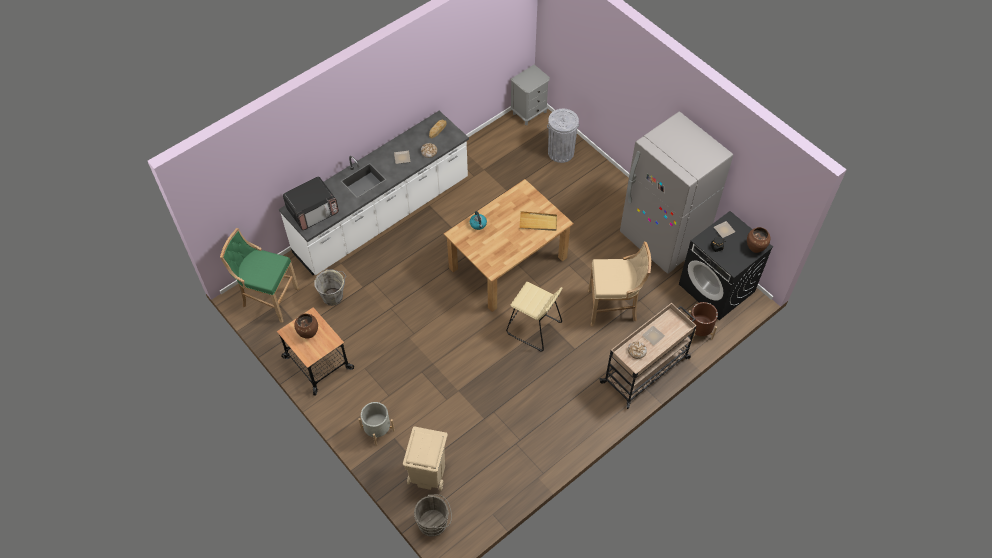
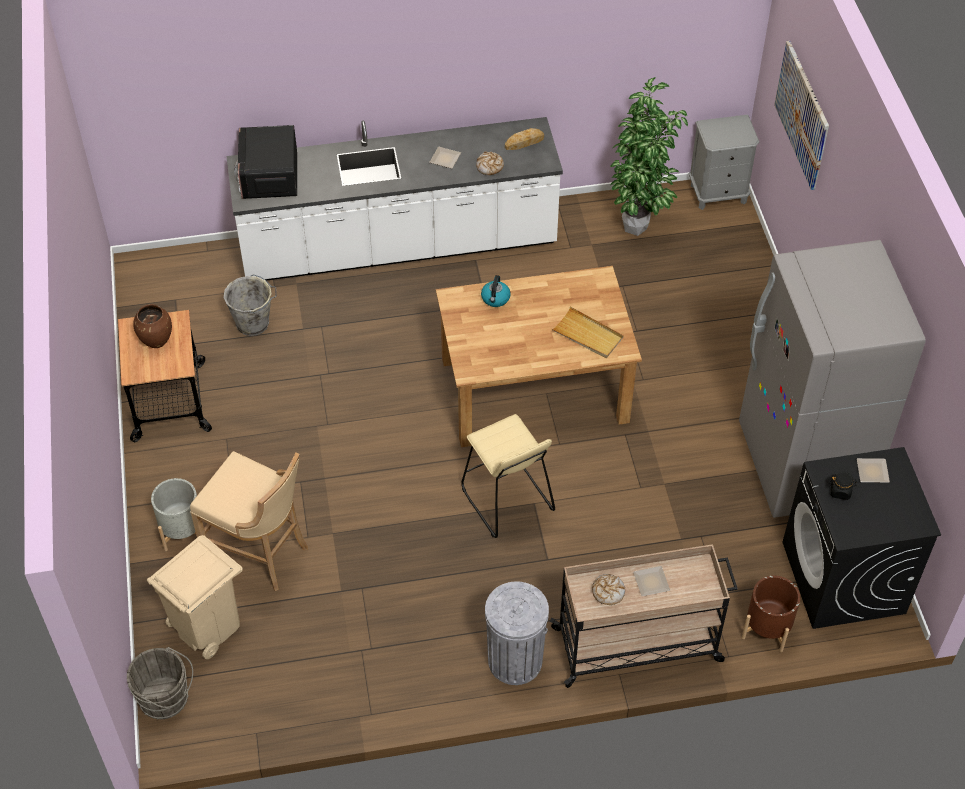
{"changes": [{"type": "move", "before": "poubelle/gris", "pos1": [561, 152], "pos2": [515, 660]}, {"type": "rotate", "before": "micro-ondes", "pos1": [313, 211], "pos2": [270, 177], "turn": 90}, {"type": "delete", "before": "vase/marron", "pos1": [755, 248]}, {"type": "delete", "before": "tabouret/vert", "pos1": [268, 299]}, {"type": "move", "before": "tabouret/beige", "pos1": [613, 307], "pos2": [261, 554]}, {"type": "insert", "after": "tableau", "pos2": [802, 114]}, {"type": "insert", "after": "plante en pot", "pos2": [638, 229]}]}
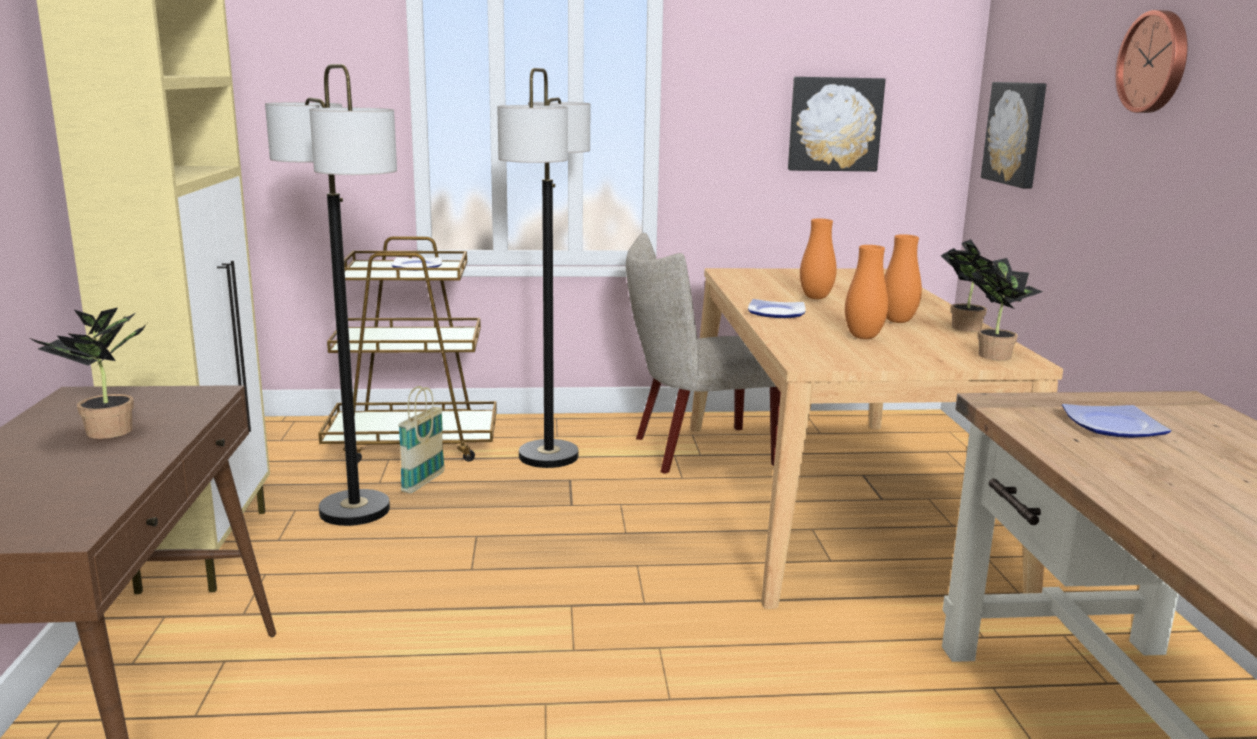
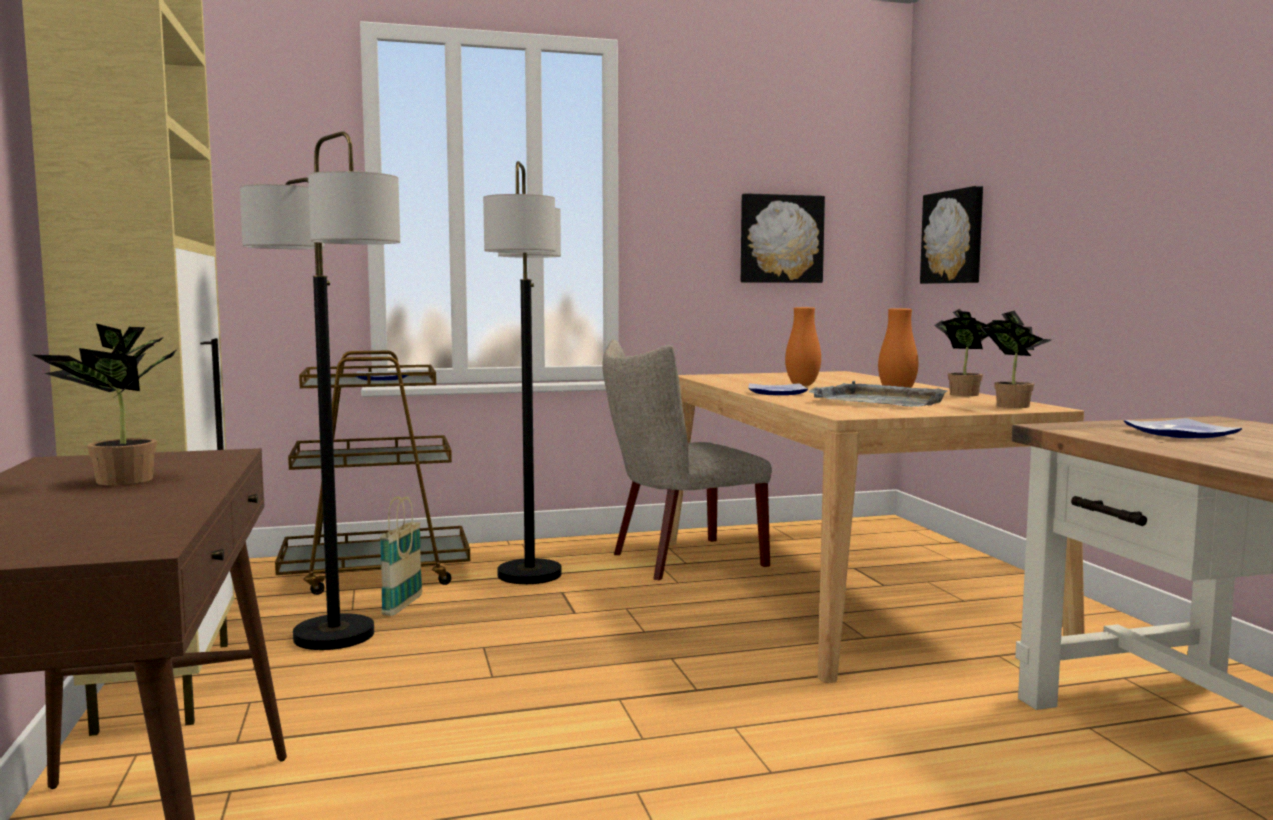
{"changes": [{"type": "delete", "before": "horloge murale", "pos1": [1155, 62]}, {"type": "replace", "before": "vase/orange", "after": "plateau/gris", "pos1": [863, 337], "pos2": [878, 401]}]}
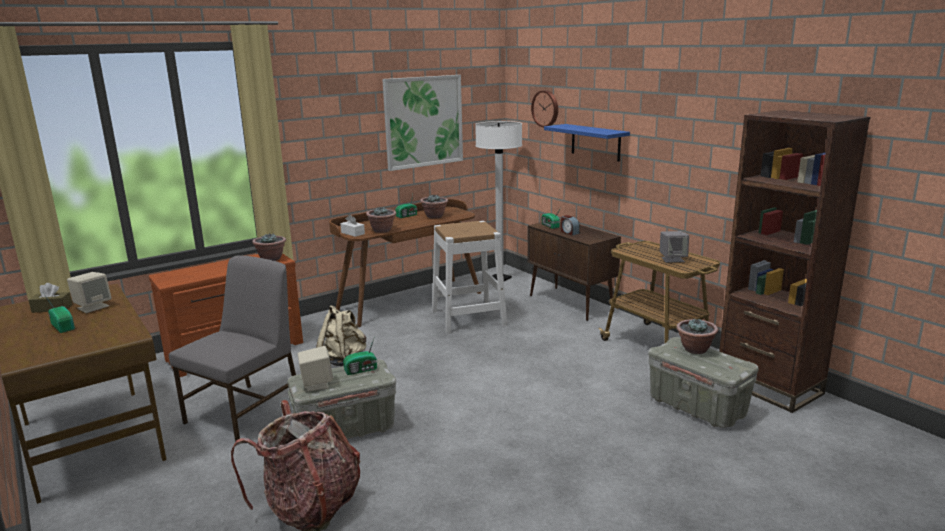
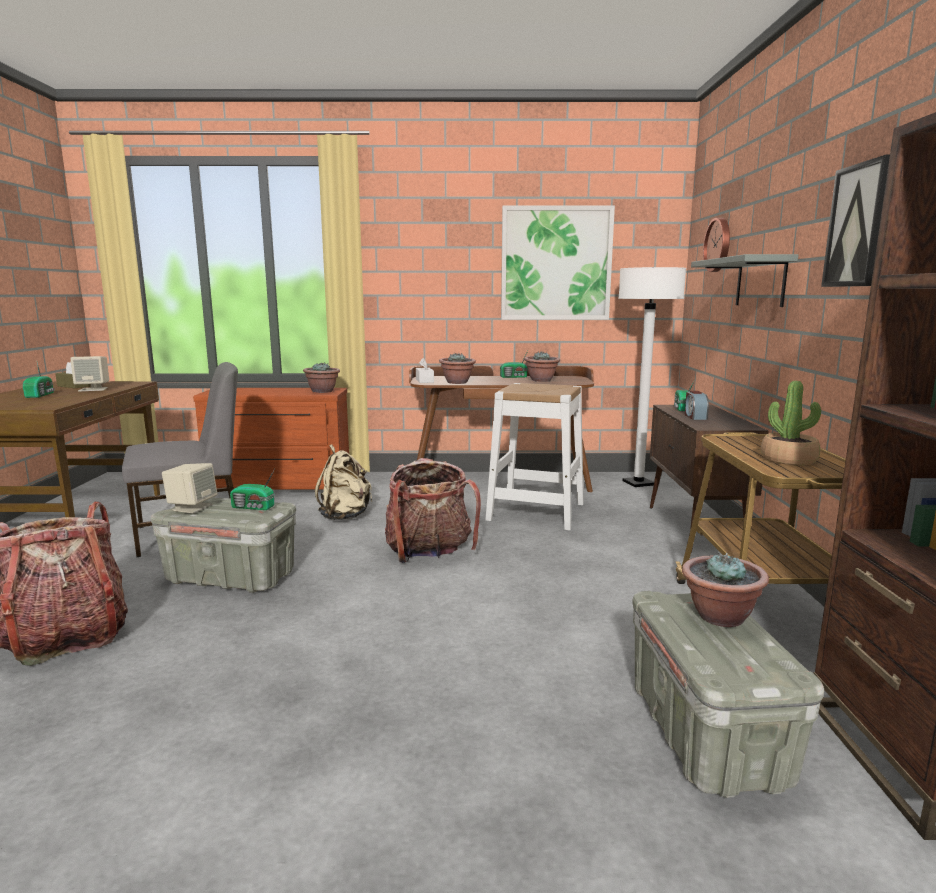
{"changes": [{"type": "recolor", "before": "étagère/bleu", "after": "étagère/gris", "pos1": [595, 142], "pos2": [760, 282]}, {"type": "replace", "before": "enceinte/gris", "after": "plante en pot", "pos1": [672, 259], "pos2": [788, 459]}, {"type": "insert", "after": "tableau", "pos2": [857, 226]}, {"type": "insert", "after": "sac à dos", "pos2": [429, 553]}]}
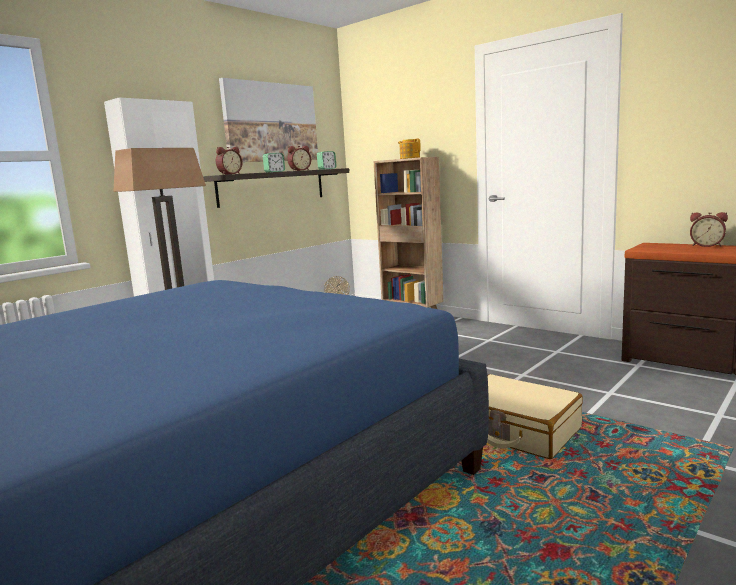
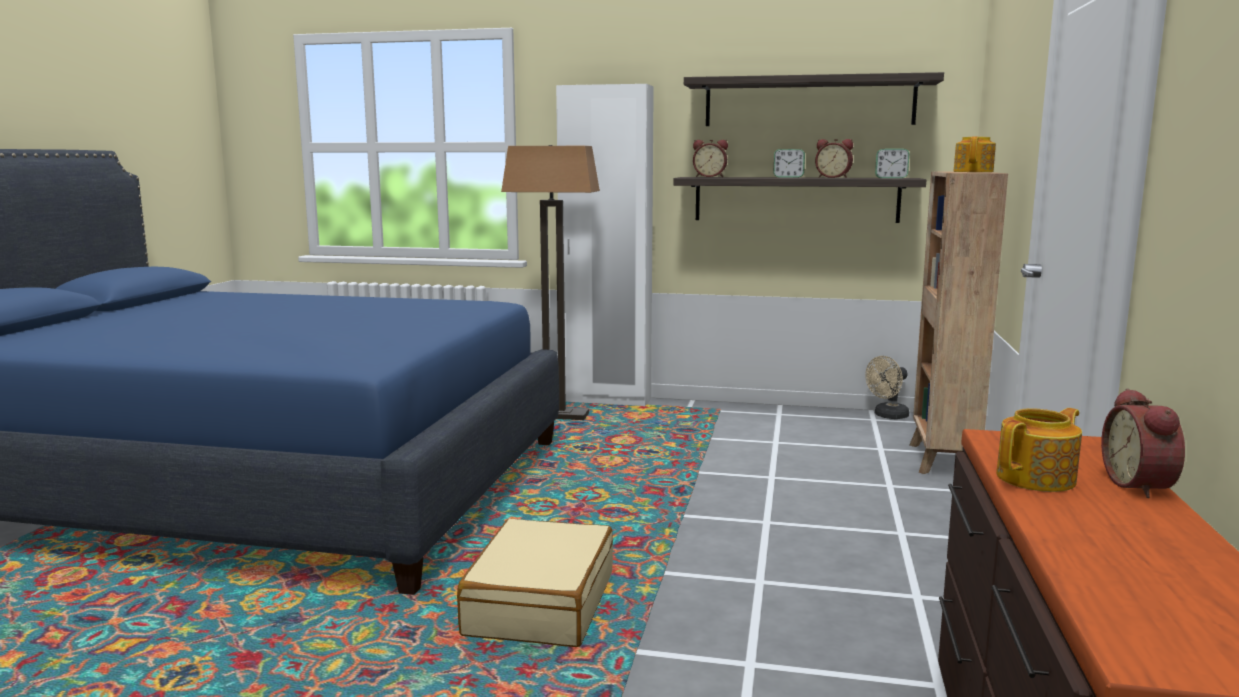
{"changes": [{"type": "replace", "before": "tableau", "after": "étagère", "pos1": [270, 122], "pos2": [809, 102]}, {"type": "insert", "after": "théière", "pos2": [1037, 478]}]}
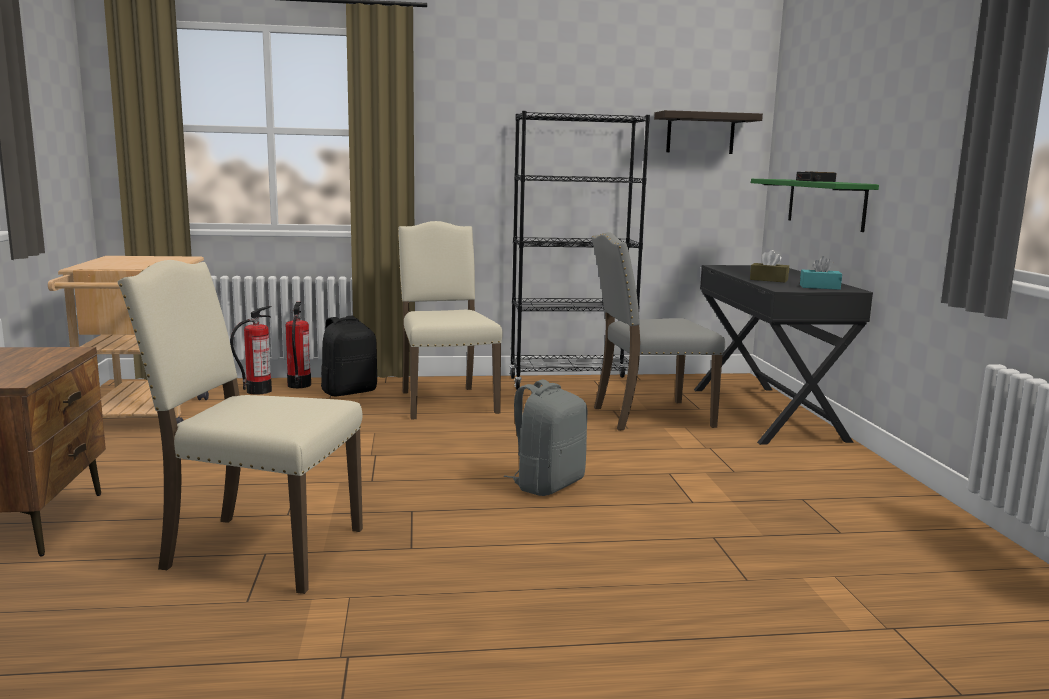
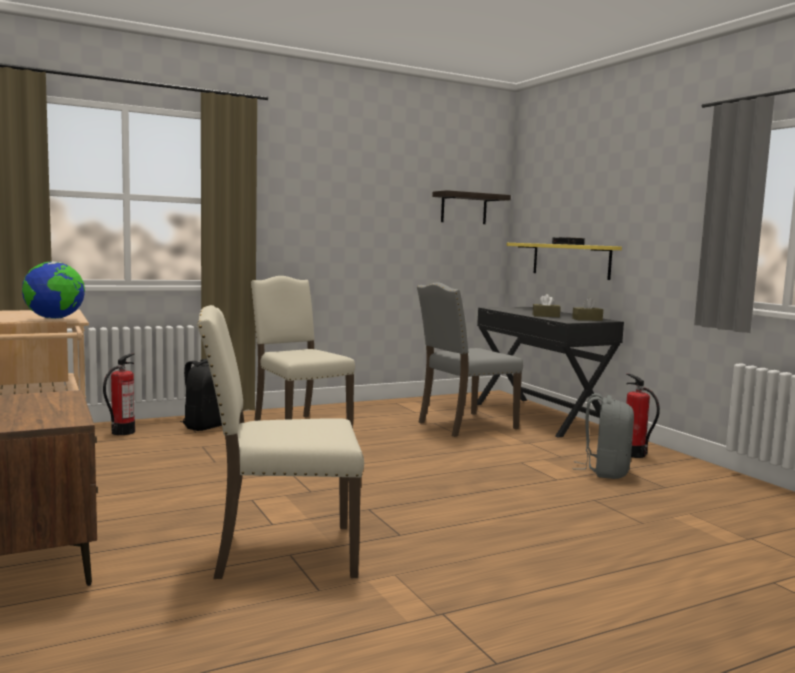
{"changes": [{"type": "delete", "before": "bibliothèque/noir", "pos1": [571, 383]}, {"type": "recolor", "before": "étagère/vert", "after": "étagère/jaune", "pos1": [825, 203], "pos2": [570, 260]}, {"type": "recolor", "before": "boîte à mouchoirs/turquoise", "after": "boîte à mouchoirs/marron", "pos1": [819, 287], "pos2": [587, 319]}, {"type": "move", "before": "extincteur", "pos1": [299, 385], "pos2": [633, 454]}, {"type": "move", "before": "sac à dos/gris", "pos1": [547, 484], "pos2": [605, 471]}, {"type": "insert", "after": "globe", "pos2": [54, 319]}]}
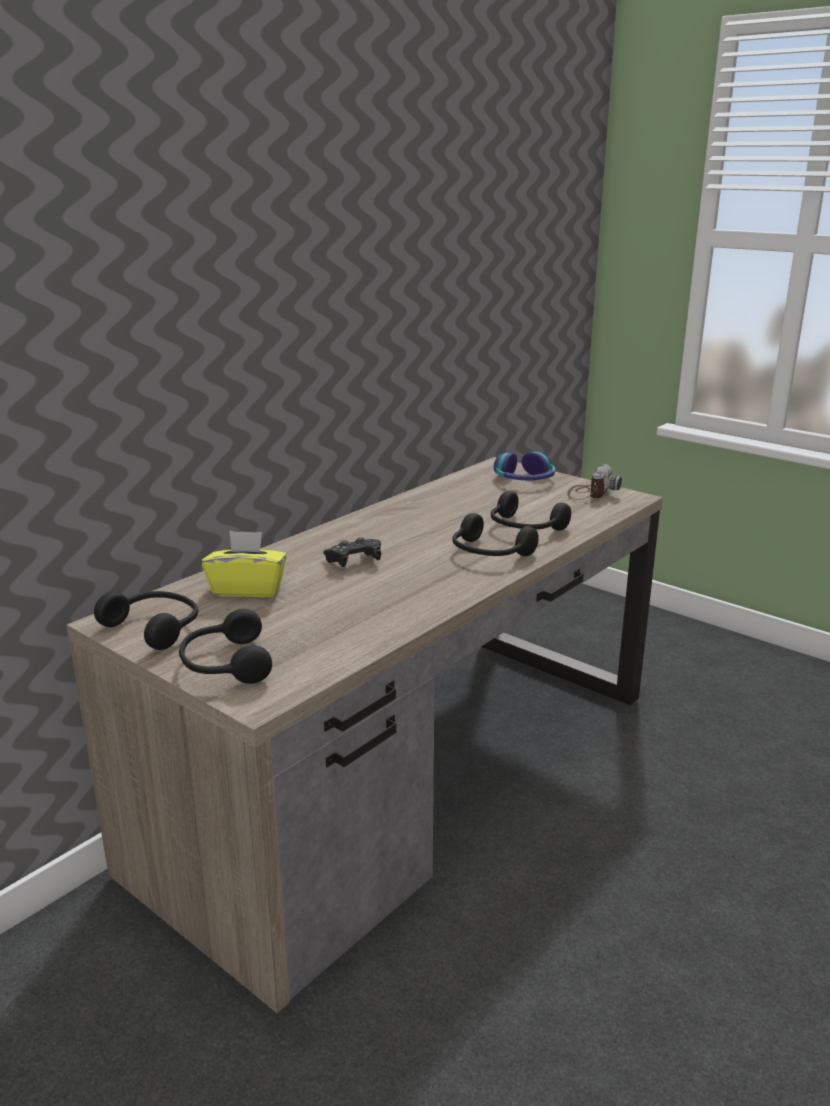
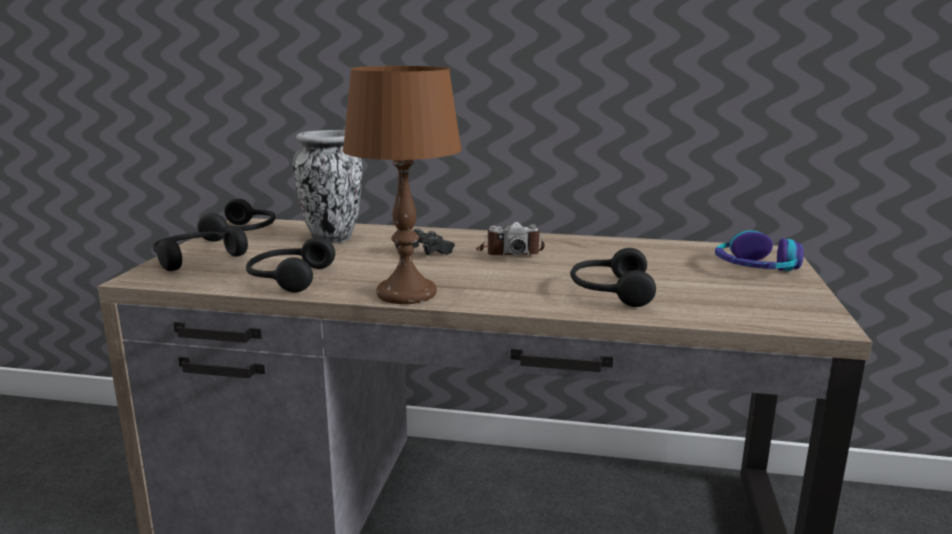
{"changes": [{"type": "move", "before": "appareil photo", "pos1": [590, 493], "pos2": [509, 252]}, {"type": "move", "before": "casque audio/noir", "pos1": [488, 553], "pos2": [288, 278]}, {"type": "replace", "before": "boîte à mouchoirs/jaune", "after": "vase", "pos1": [248, 589], "pos2": [331, 238]}, {"type": "insert", "after": "lampe de table/marron", "pos2": [406, 293]}]}
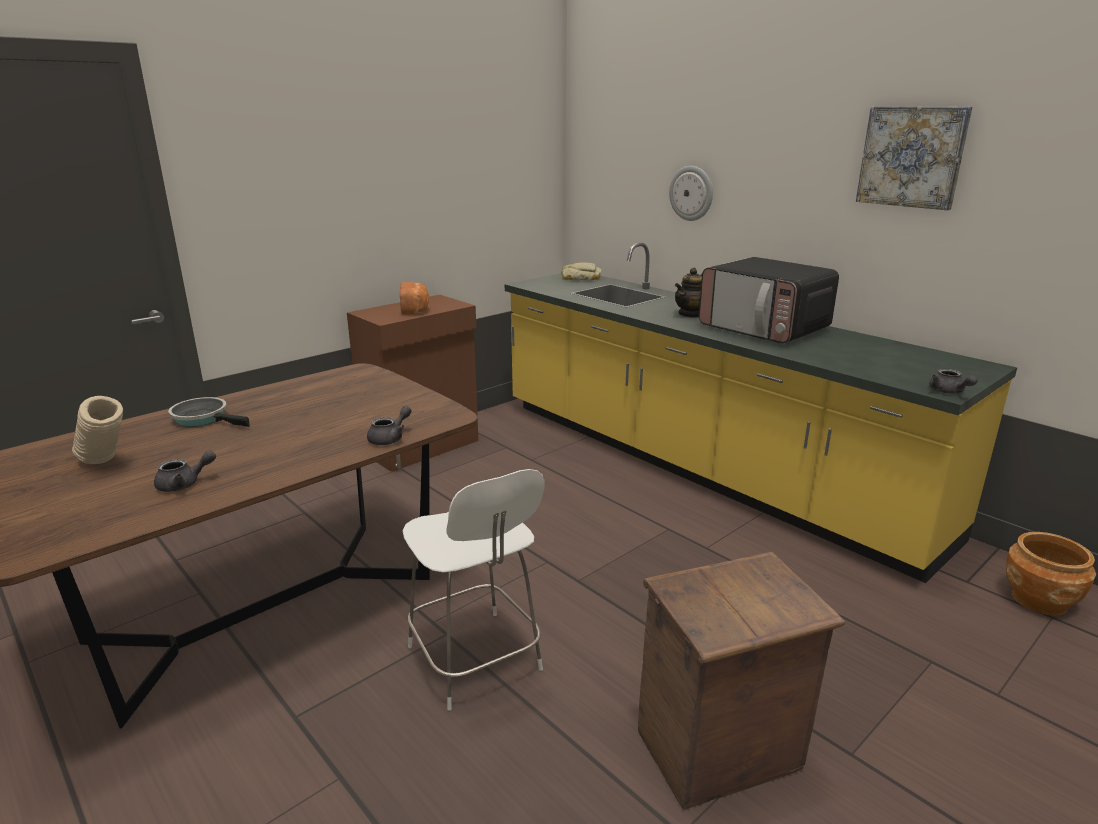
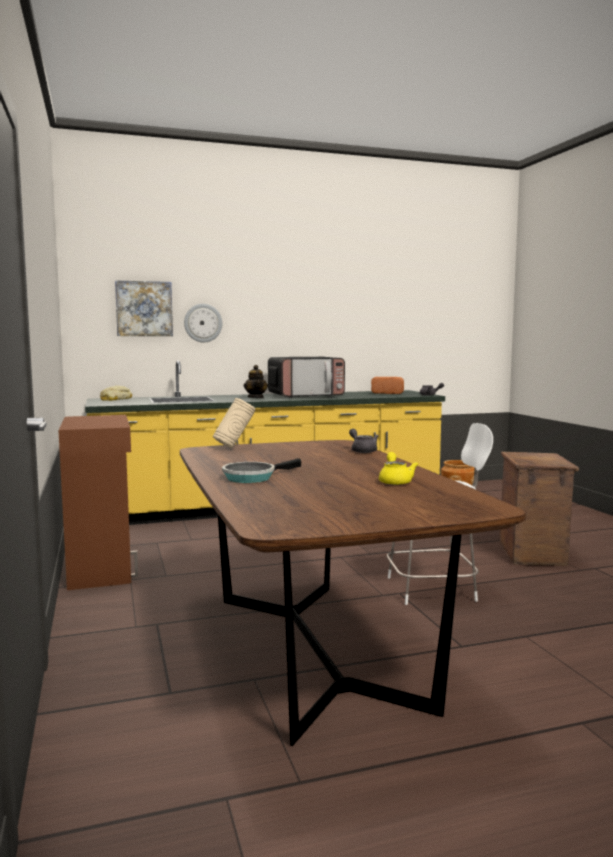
{"changes": [{"type": "move", "before": "tableau", "pos1": [912, 157], "pos2": [144, 309]}, {"type": "move", "before": "pain", "pos1": [415, 309], "pos2": [388, 393]}, {"type": "move", "before": "vase/beige", "pos1": [106, 464], "pos2": [234, 447]}, {"type": "recolor", "before": "théière/gris", "after": "théière/jaune", "pos1": [184, 484], "pos2": [395, 481]}]}
